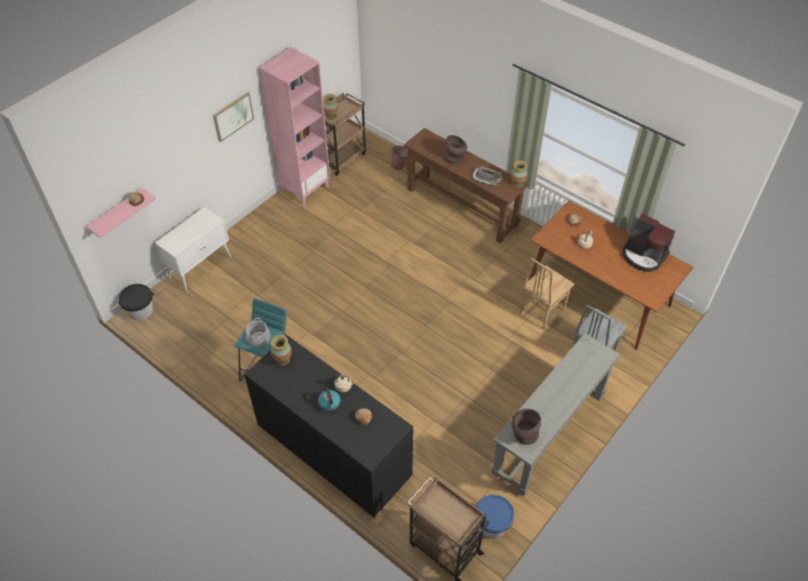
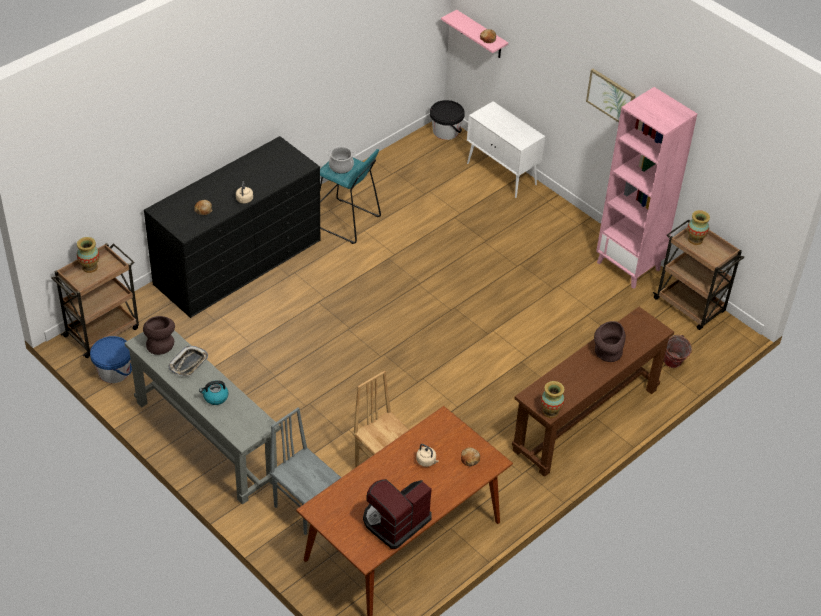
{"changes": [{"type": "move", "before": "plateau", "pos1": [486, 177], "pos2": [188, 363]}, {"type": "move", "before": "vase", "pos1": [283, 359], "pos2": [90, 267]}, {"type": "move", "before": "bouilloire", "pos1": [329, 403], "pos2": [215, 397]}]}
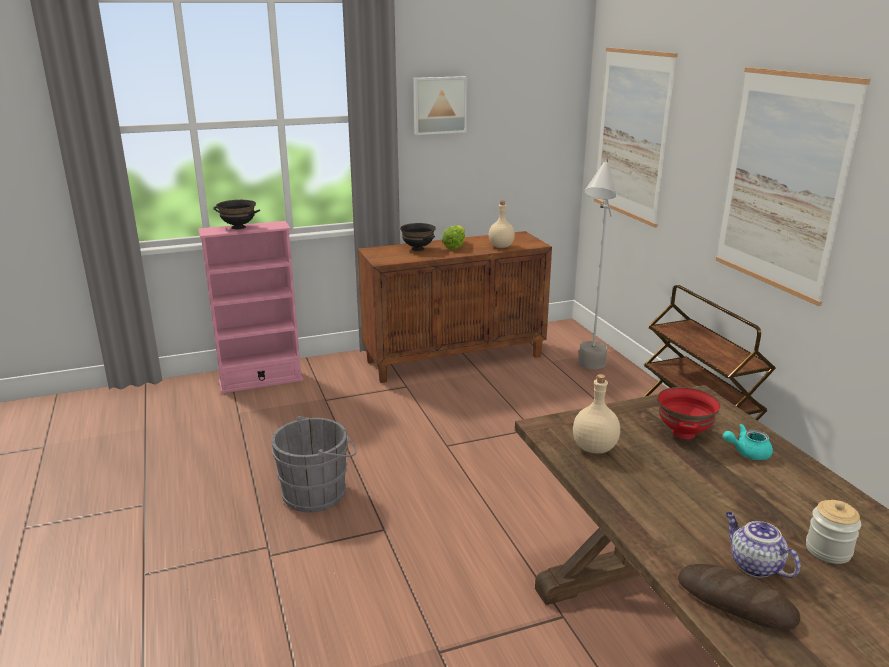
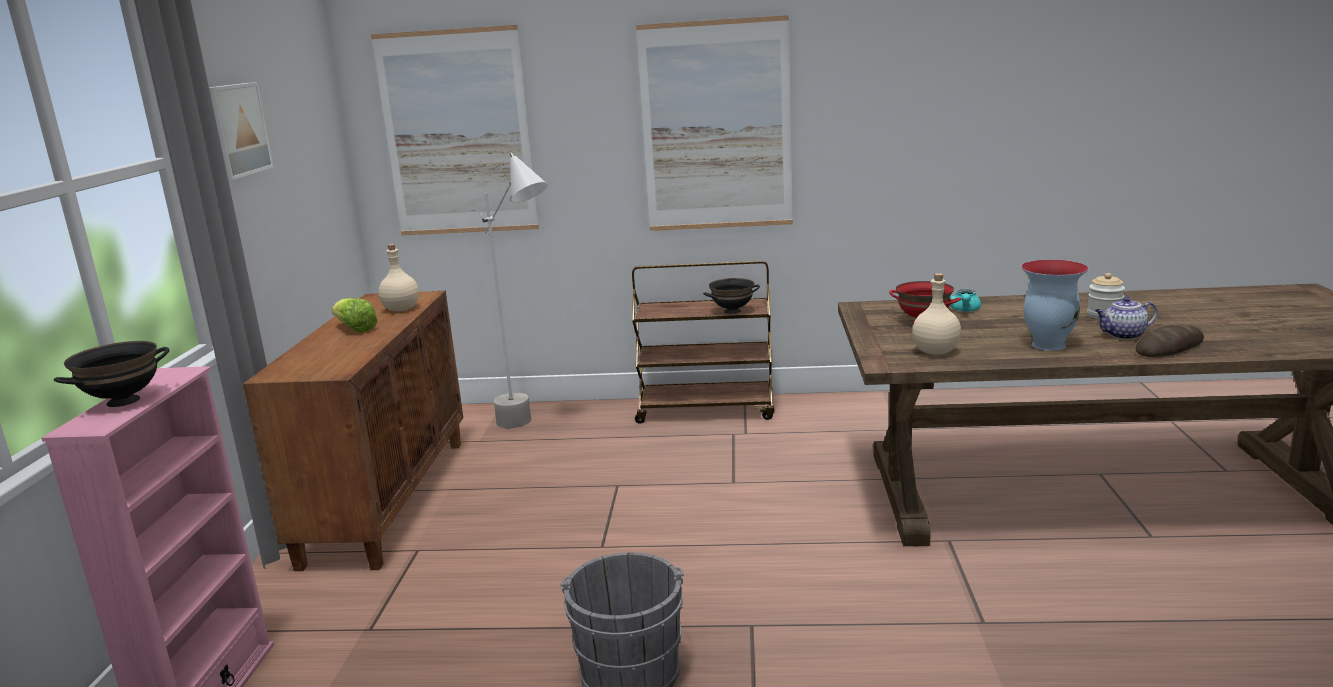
{"changes": [{"type": "move", "before": "bol/noir", "pos1": [418, 249], "pos2": [732, 311]}, {"type": "insert", "after": "vase", "pos2": [1047, 345]}]}
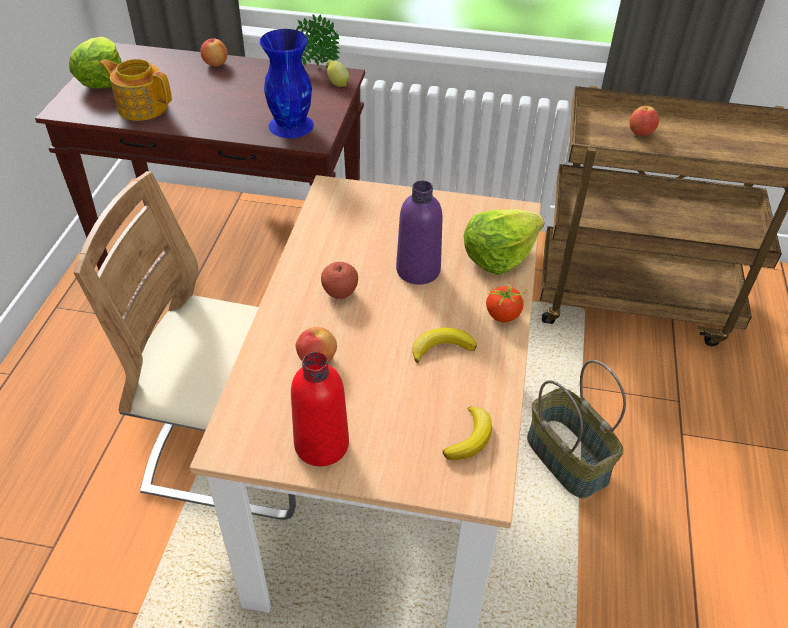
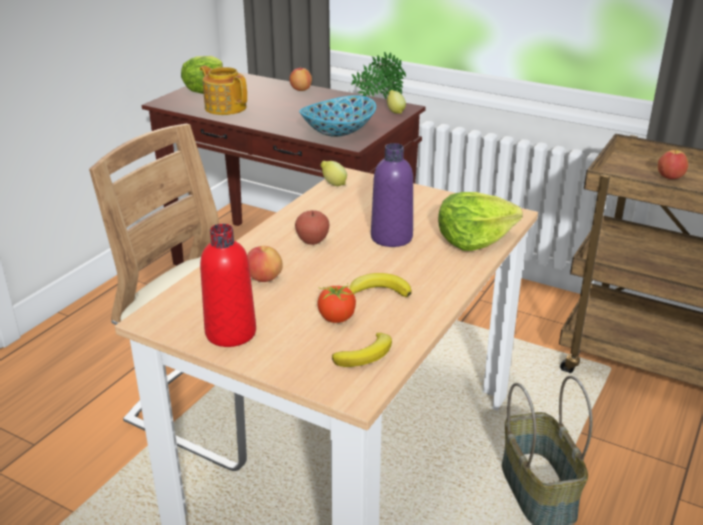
{"changes": [{"type": "replace", "before": "vase/bleu", "after": "bol", "pos1": [292, 125], "pos2": [338, 132]}, {"type": "move", "before": "tomate", "pos1": [503, 315], "pos2": [337, 318]}, {"type": "insert", "after": "citron", "pos2": [333, 184]}]}
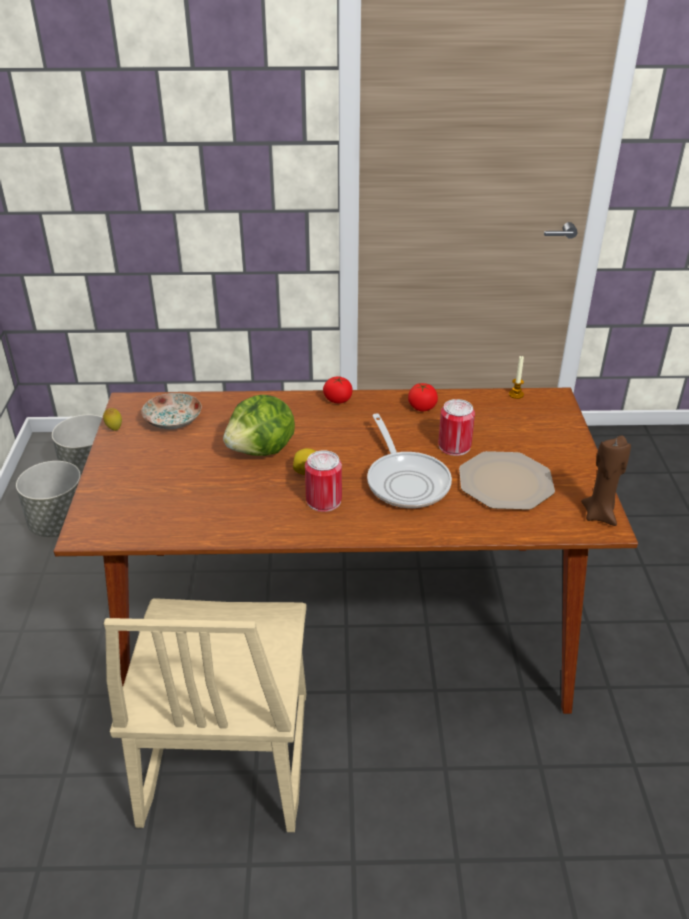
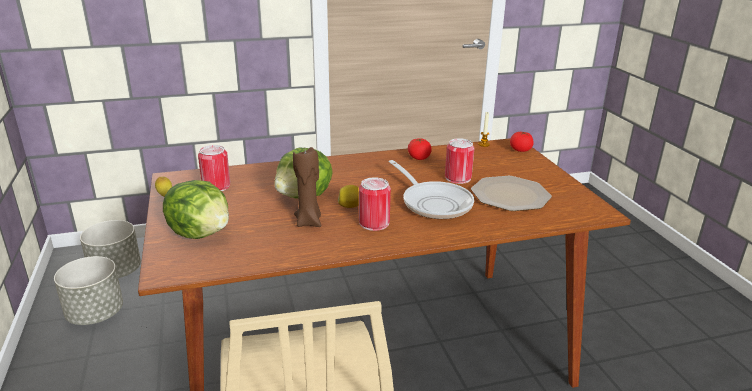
{"changes": [{"type": "move", "before": "tomate", "pos1": [338, 399], "pos2": [520, 150]}, {"type": "replace", "before": "assiette", "after": "boîte métallique", "pos1": [172, 421], "pos2": [216, 186]}, {"type": "move", "before": "bougie/marron", "pos1": [599, 515], "pos2": [309, 222]}, {"type": "insert", "after": "laitue", "pos2": [201, 233]}]}
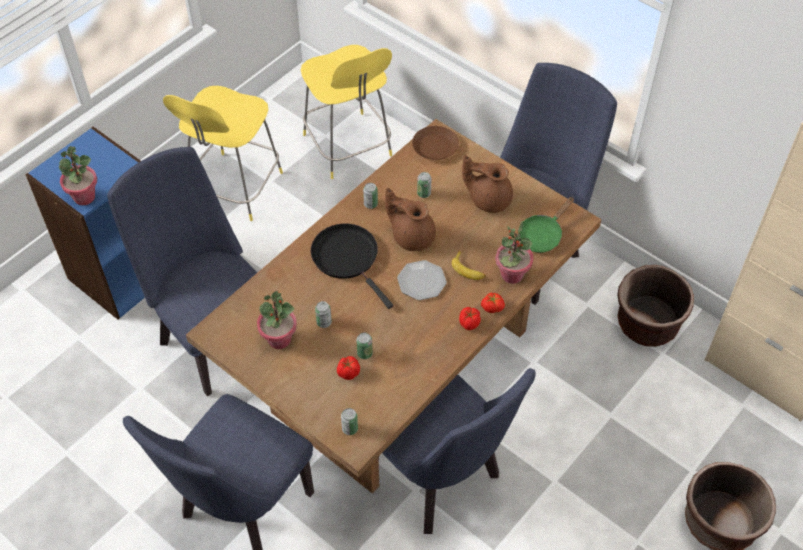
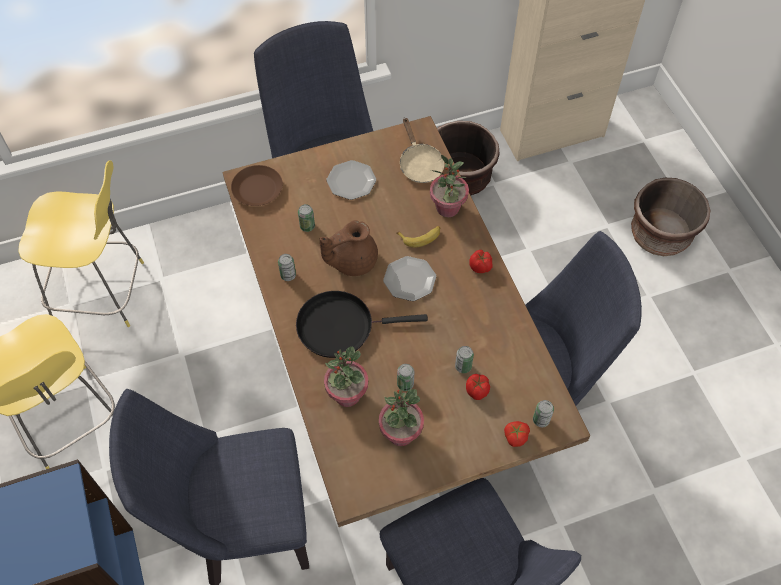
{"changes": [{"type": "move", "before": "plante en pot", "pos1": [84, 197], "pos2": [347, 395]}, {"type": "replace", "before": "théière/marron", "after": "assiette", "pos1": [488, 199], "pos2": [351, 181]}, {"type": "recolor", "before": "poêle/vert", "after": "poêle/beige", "pos1": [542, 235], "pos2": [419, 164]}, {"type": "move", "before": "tomate", "pos1": [492, 306], "pos2": [515, 436]}]}
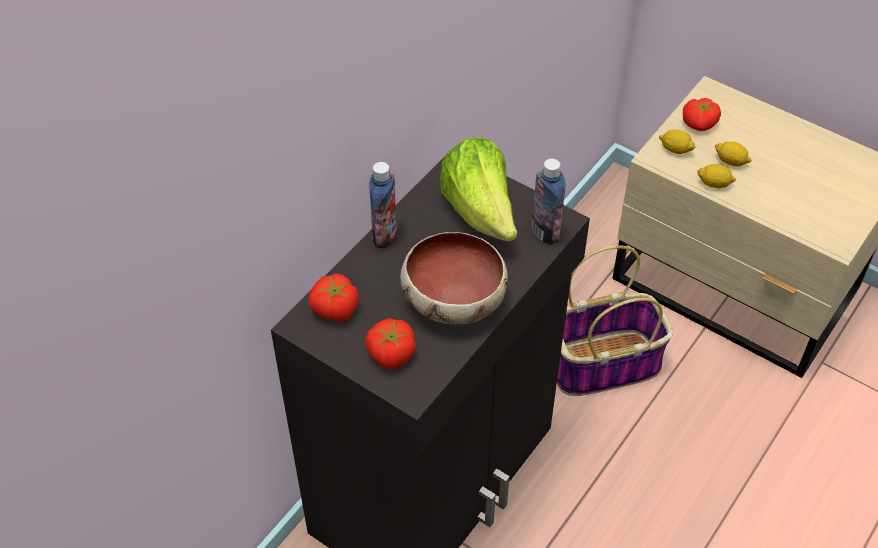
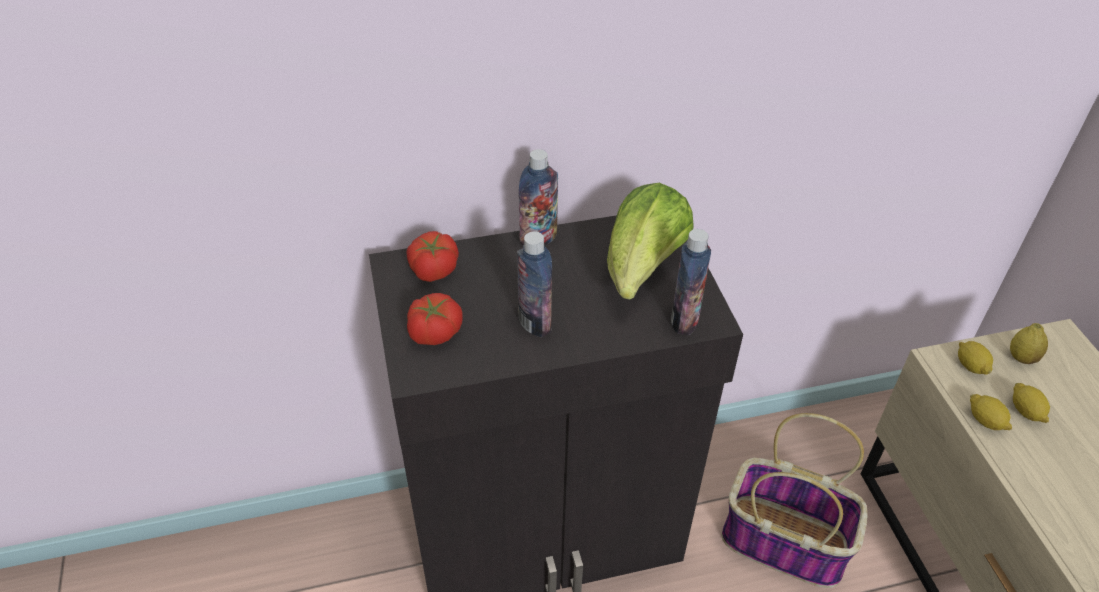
{"changes": [{"type": "replace", "before": "tomate", "after": "citron", "pos1": [699, 124], "pos2": [1021, 358]}, {"type": "replace", "before": "bol", "after": "bouteille", "pos1": [451, 299], "pos2": [534, 322]}]}
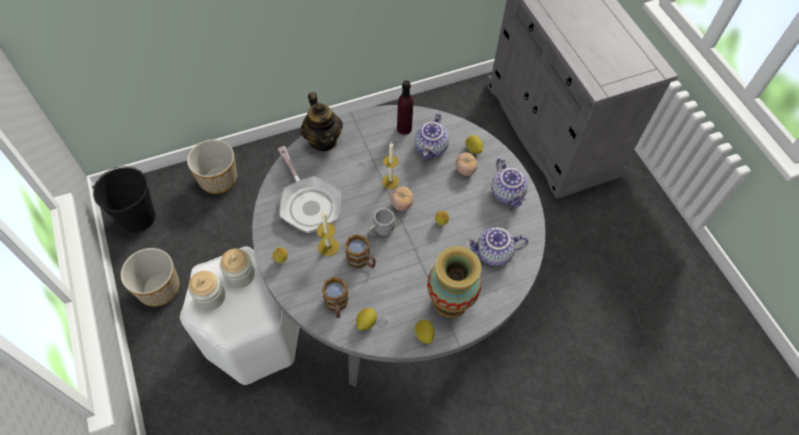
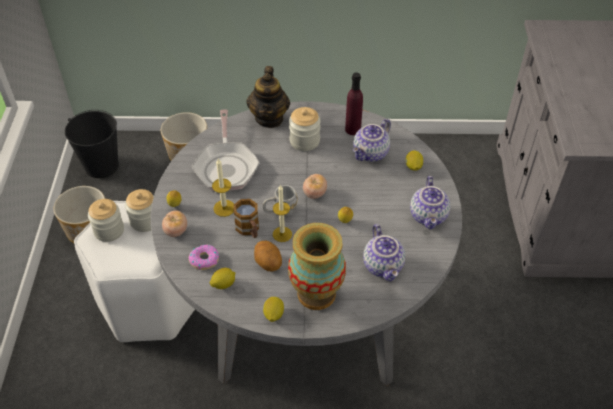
{"changes": [{"type": "move", "before": "bougie", "pos1": [390, 182], "pos2": [282, 234]}, {"type": "move", "before": "tomate", "pos1": [465, 170], "pos2": [176, 231]}, {"type": "rotate", "before": "théière", "pos1": [493, 254], "pos2": [384, 266], "turn": -120}, {"type": "replace", "before": "mug", "after": "beignet", "pos1": [336, 305], "pos2": [204, 260]}, {"type": "insert", "after": "bocal", "pos2": [304, 141]}, {"type": "insert", "after": "pomme de terre", "pos2": [268, 264]}]}
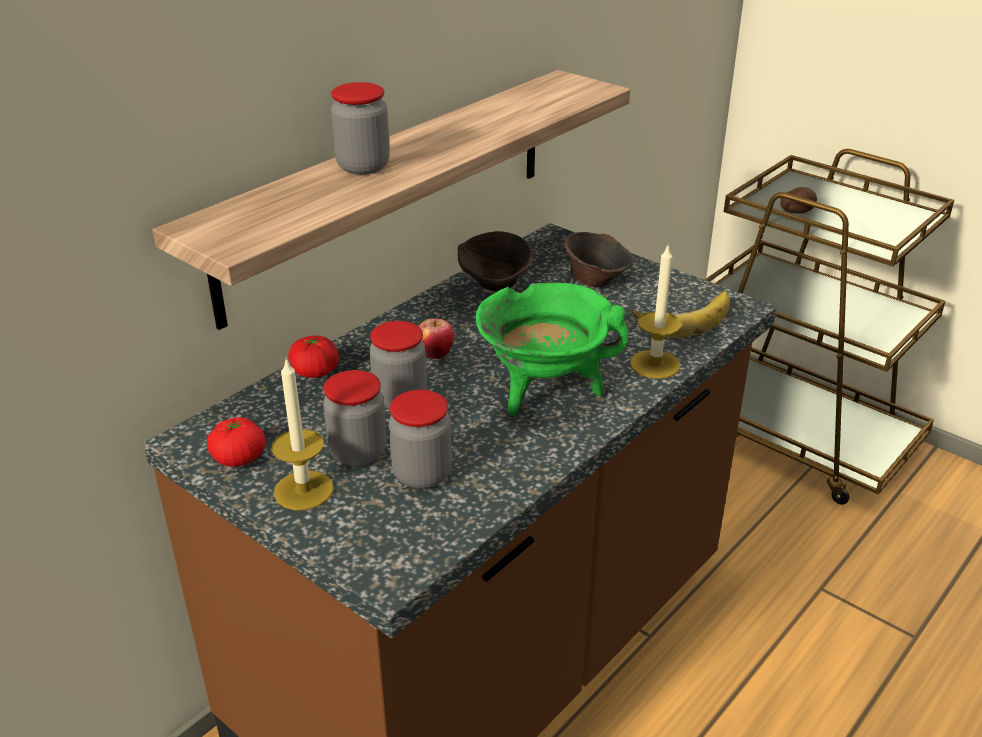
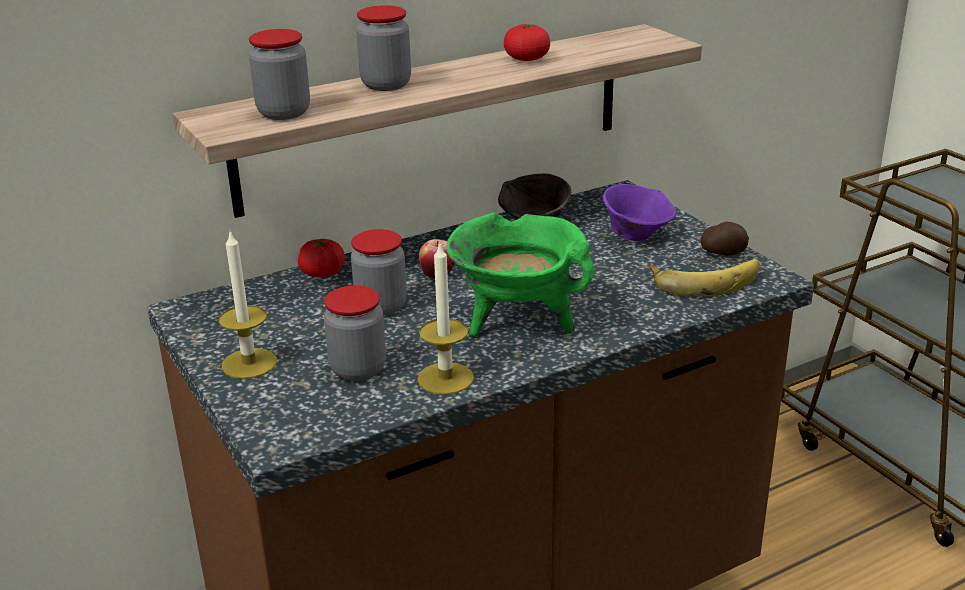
{"changes": [{"type": "move", "before": "pomme de terre", "pos1": [796, 212], "pos2": [723, 253]}, {"type": "recolor", "before": "bol/marron", "after": "bol/violet", "pos1": [595, 281], "pos2": [636, 235]}, {"type": "move", "before": "bougie", "pos1": [655, 364], "pos2": [445, 378]}, {"type": "move", "before": "bocal", "pos1": [358, 453], "pos2": [284, 113]}, {"type": "move", "before": "tomate", "pos1": [239, 458], "pos2": [526, 59]}]}
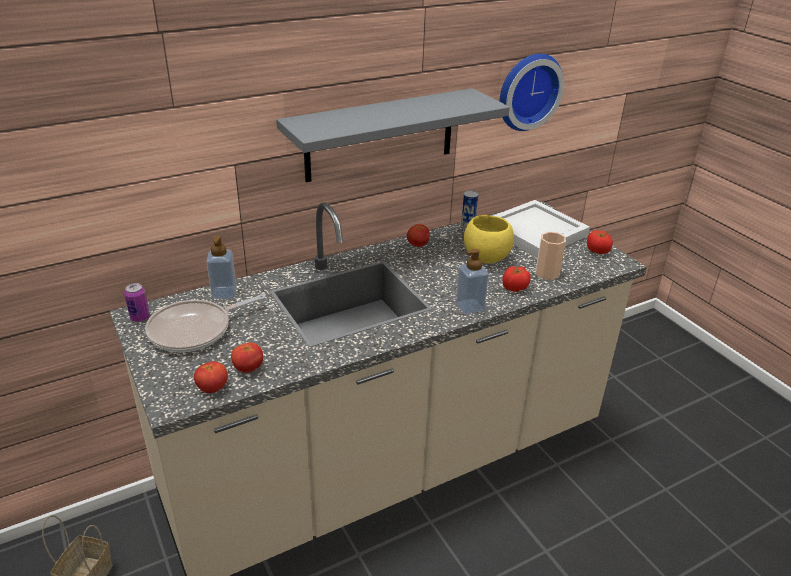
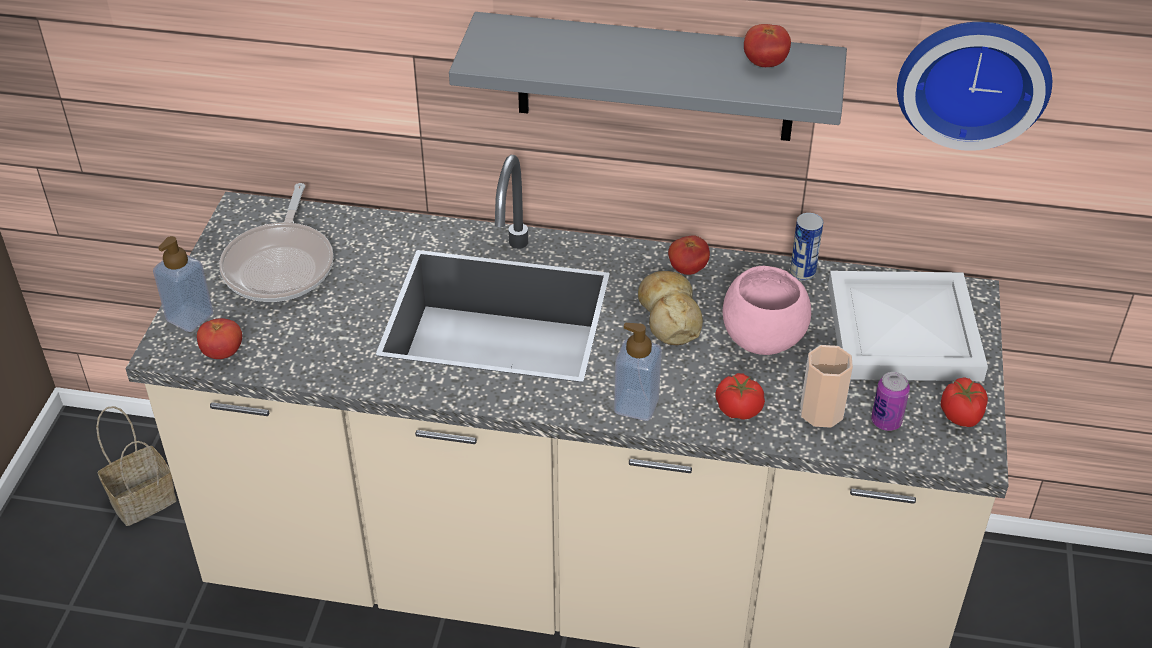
{"changes": [{"type": "recolor", "before": "bol/jaune", "after": "bol/rose", "pos1": [486, 258], "pos2": [762, 340]}, {"type": "move", "before": "distributeur de savon", "pos1": [224, 293], "pos2": [190, 317]}, {"type": "move", "before": "boîte métallique", "pos1": [140, 317], "pos2": [886, 421]}, {"type": "rotate", "before": "poêle", "pos1": [195, 330], "pos2": [281, 265], "turn": -90}, {"type": "move", "before": "tomate", "pos1": [248, 368], "pos2": [765, 63]}, {"type": "insert", "after": "pain", "pos2": [669, 316]}]}
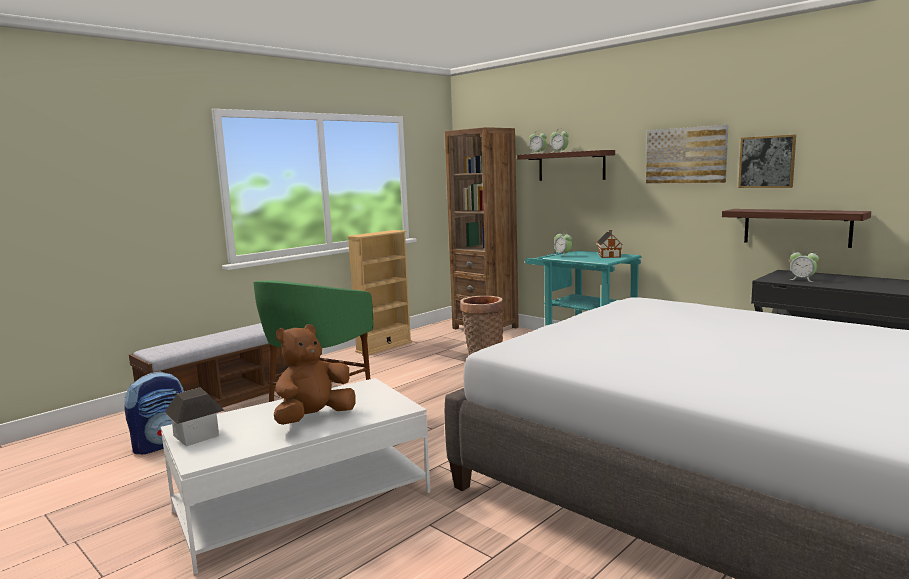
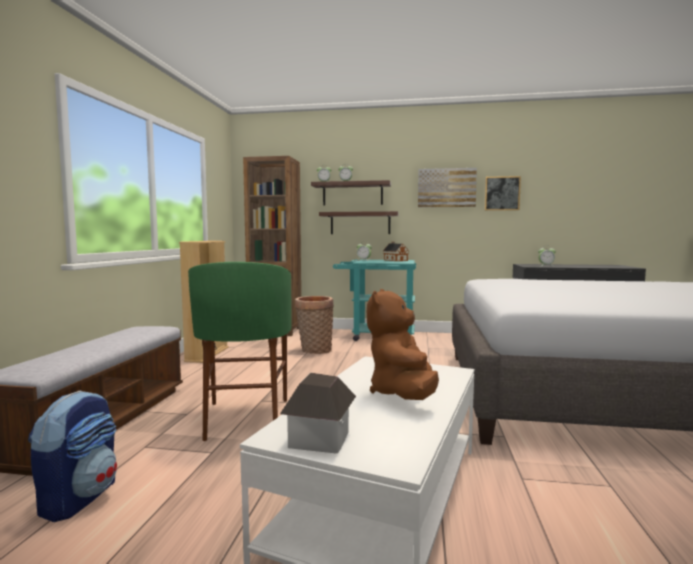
{"changes": [{"type": "move", "before": "étagère", "pos1": [796, 227], "pos2": [360, 223]}]}
